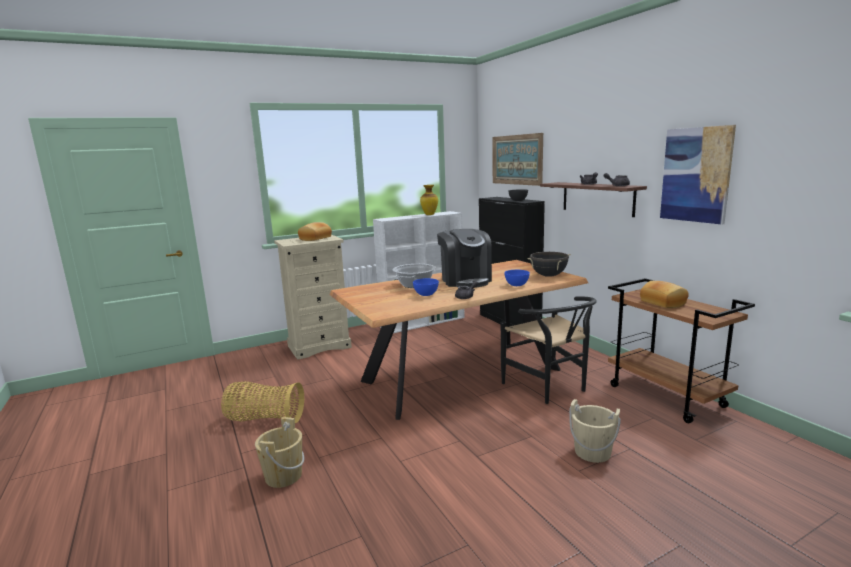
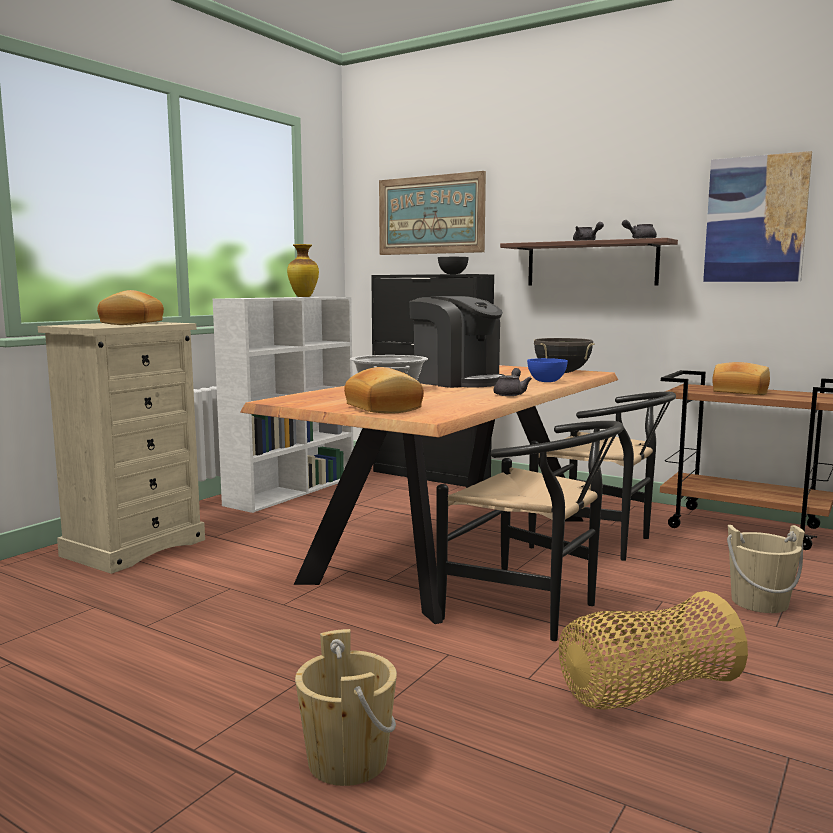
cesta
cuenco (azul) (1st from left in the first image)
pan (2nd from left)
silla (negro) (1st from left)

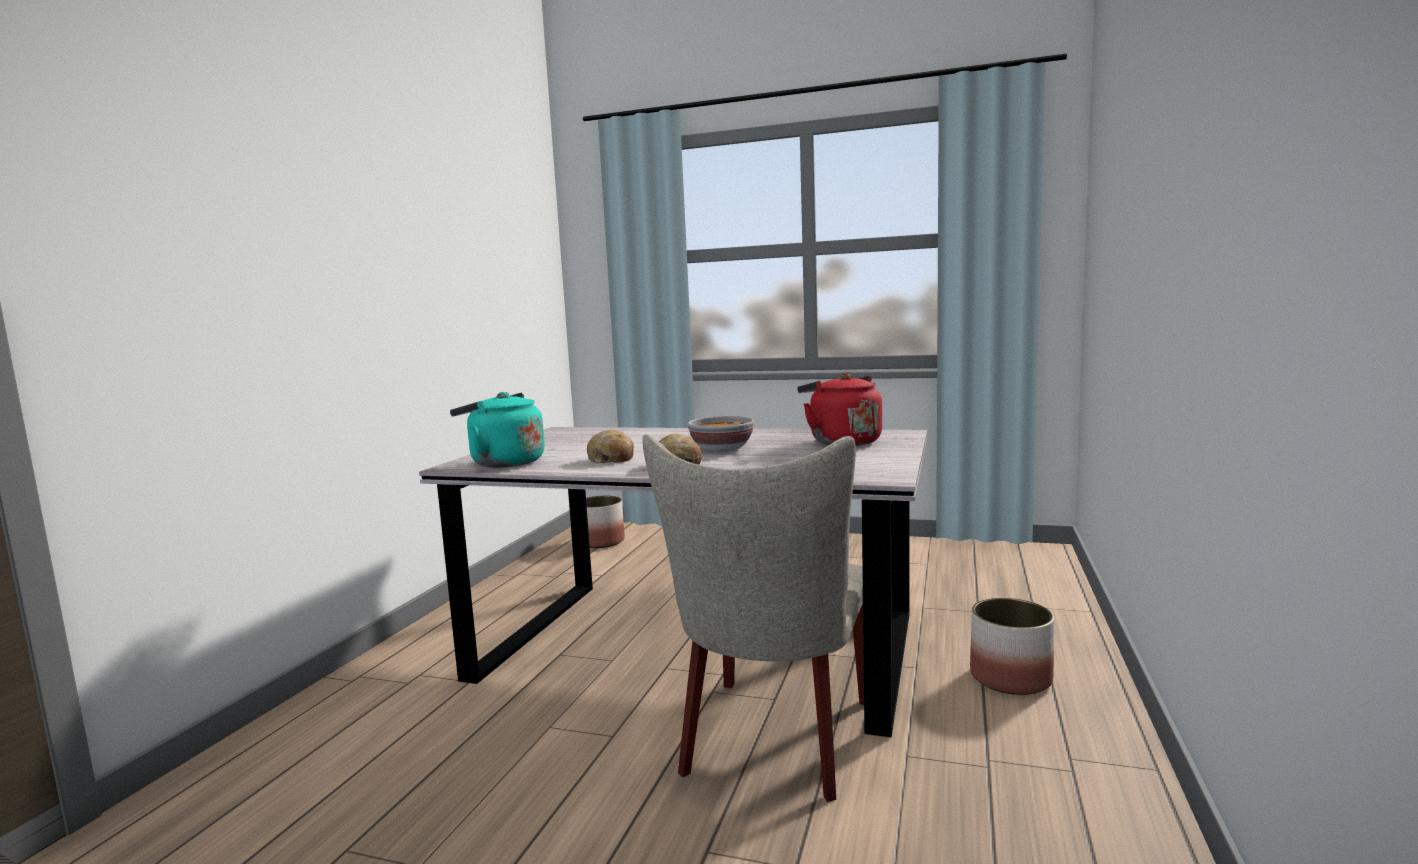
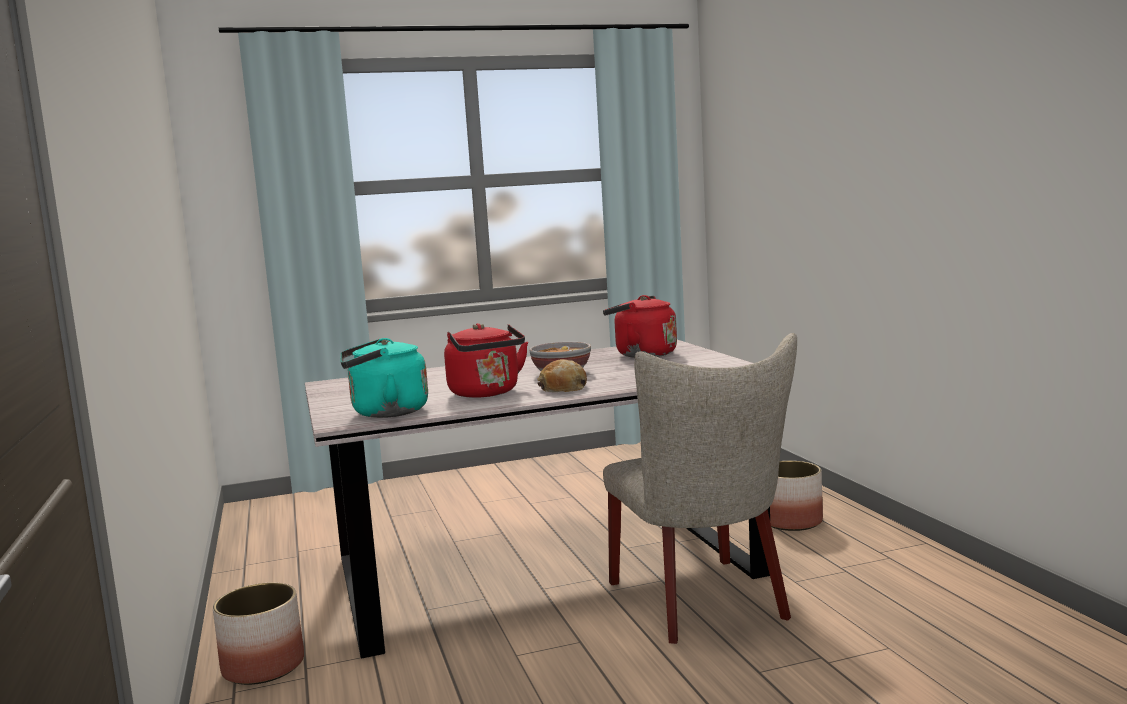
maceta (1st from left)
hervidor (rojo) (1st from left)

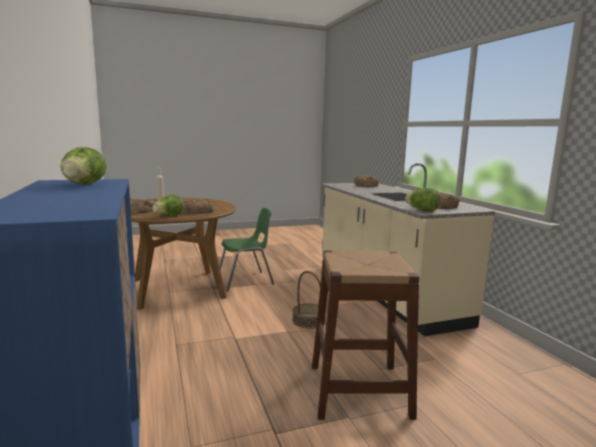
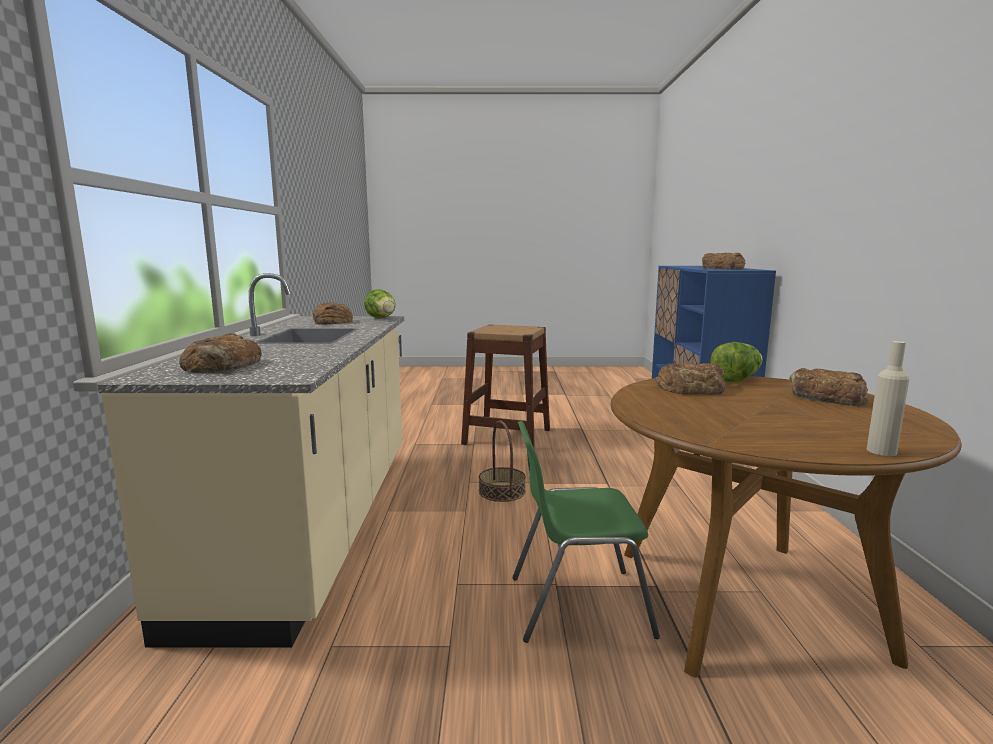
pan (4th from left)

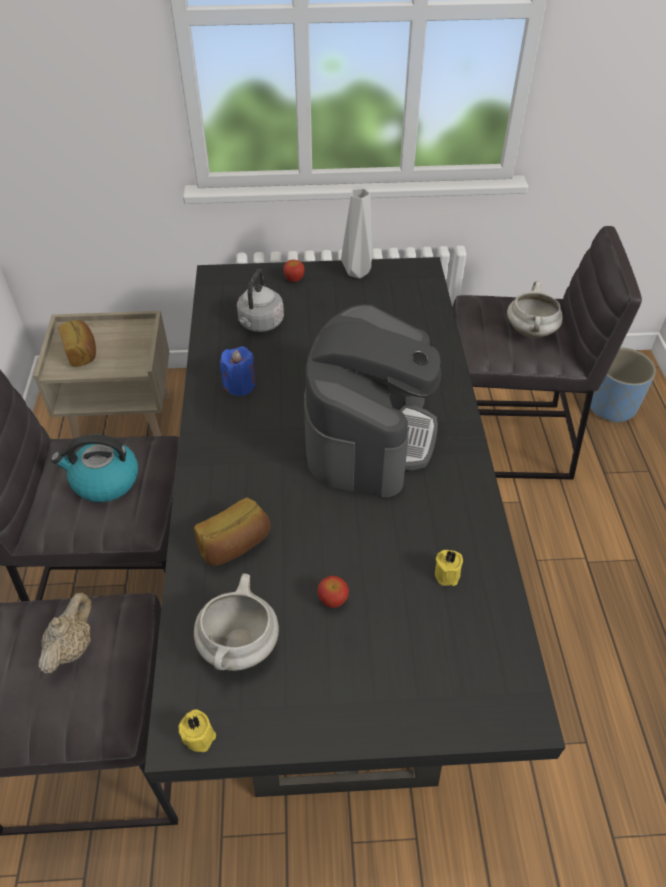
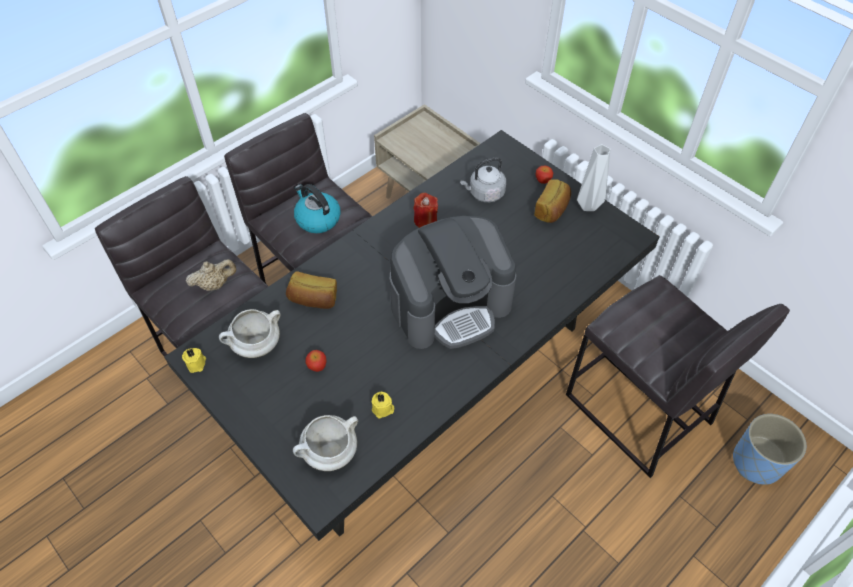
pan (2nd from left)
vela (rojo)
olla (blanco) (2nd from left)

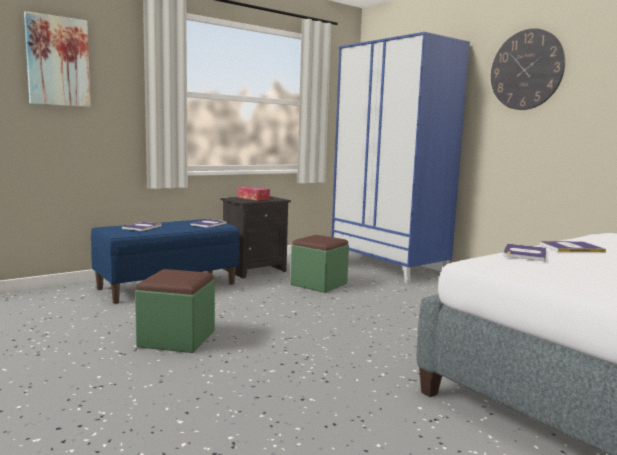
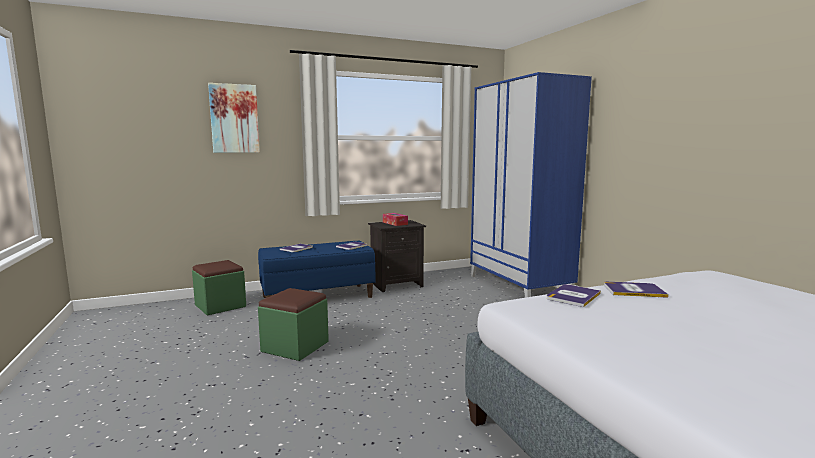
puf (verde) (1st from left)
reloj de pared

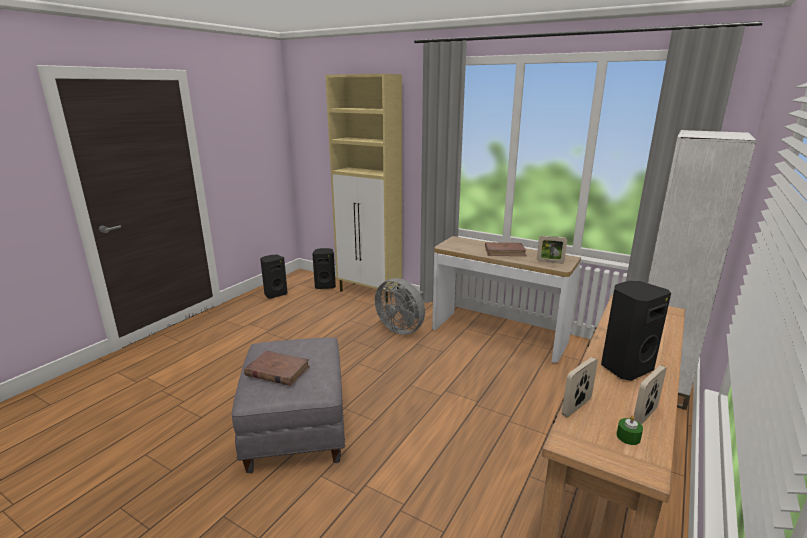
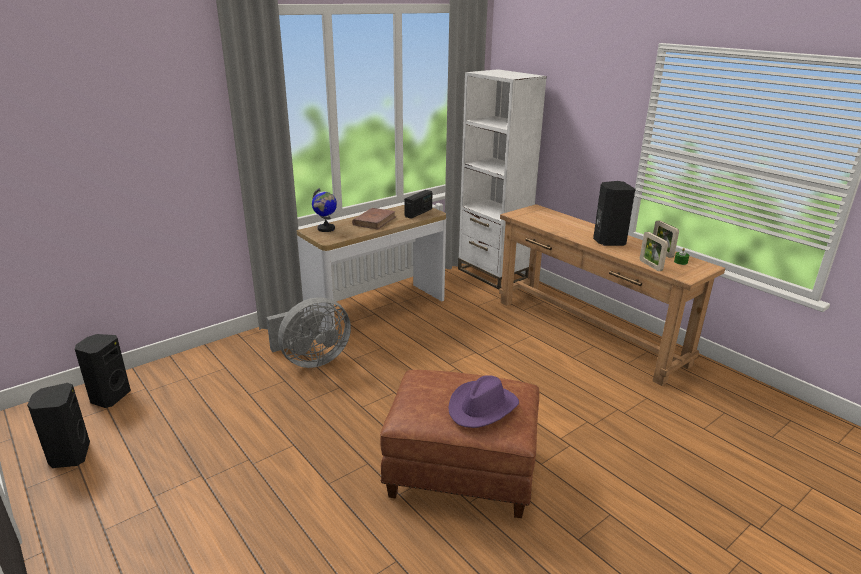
puf (marrón)
sombrero (morado)
armario (beis)
radio
globo terráqueo

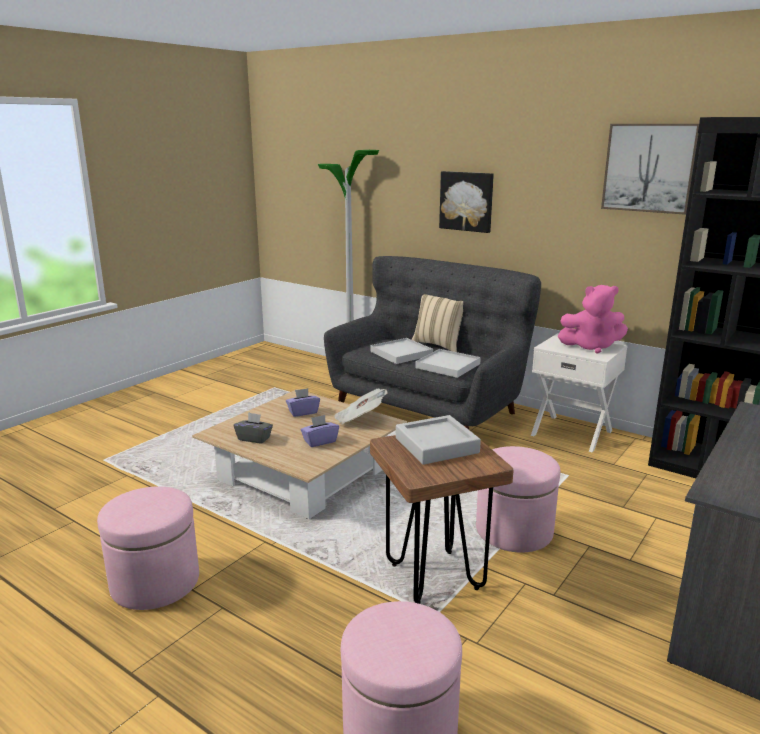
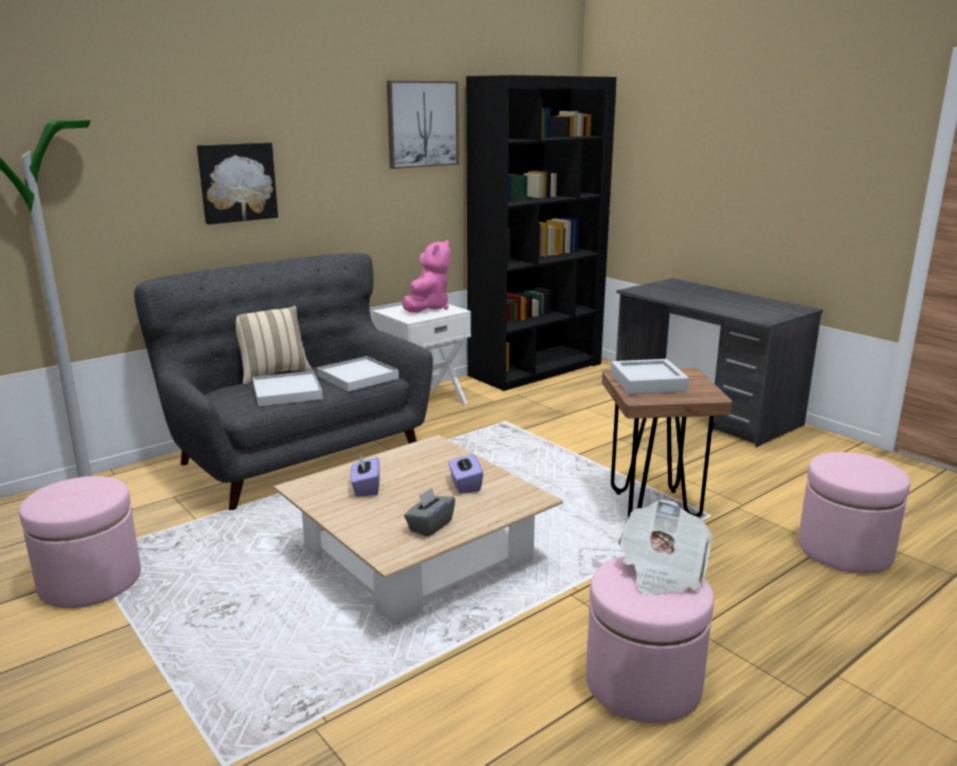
periódico
puf (rosa) (1st from left)

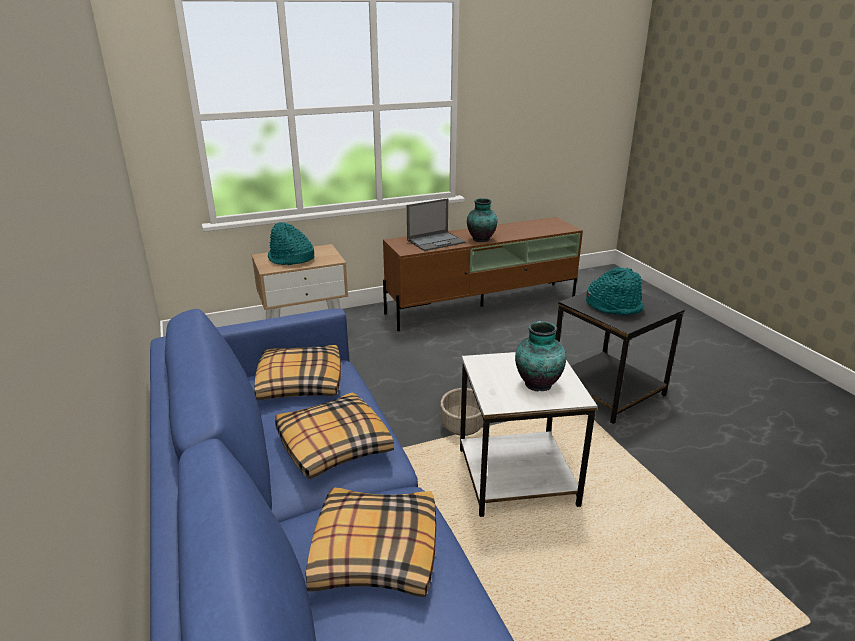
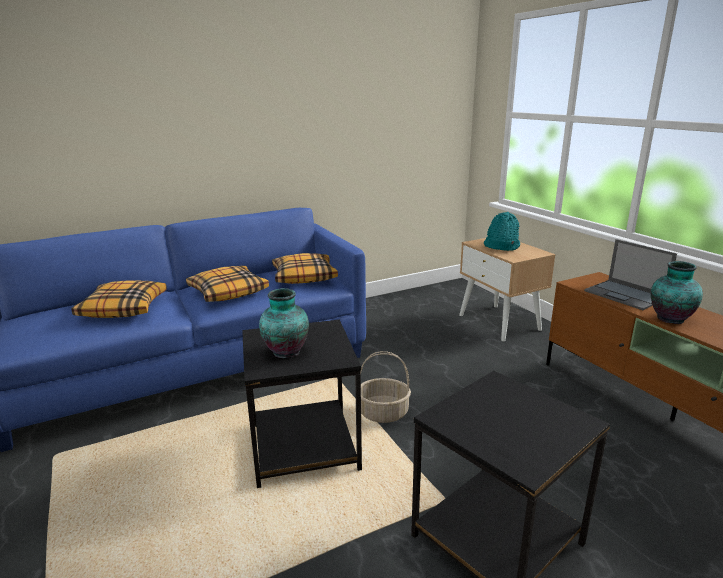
mesa auxiliar (negro) (1st from left)
sombrero (turquesa) (2nd from left in the first image)

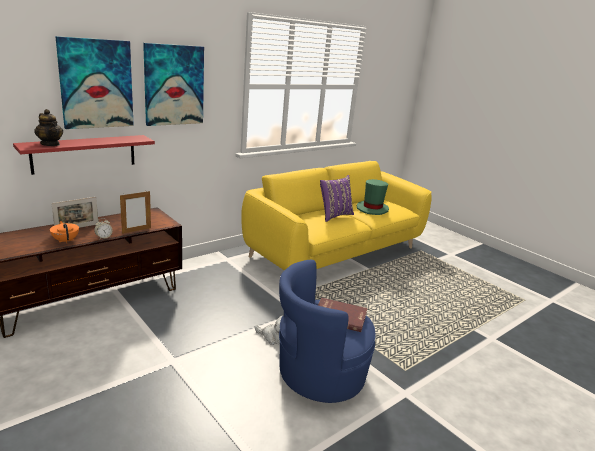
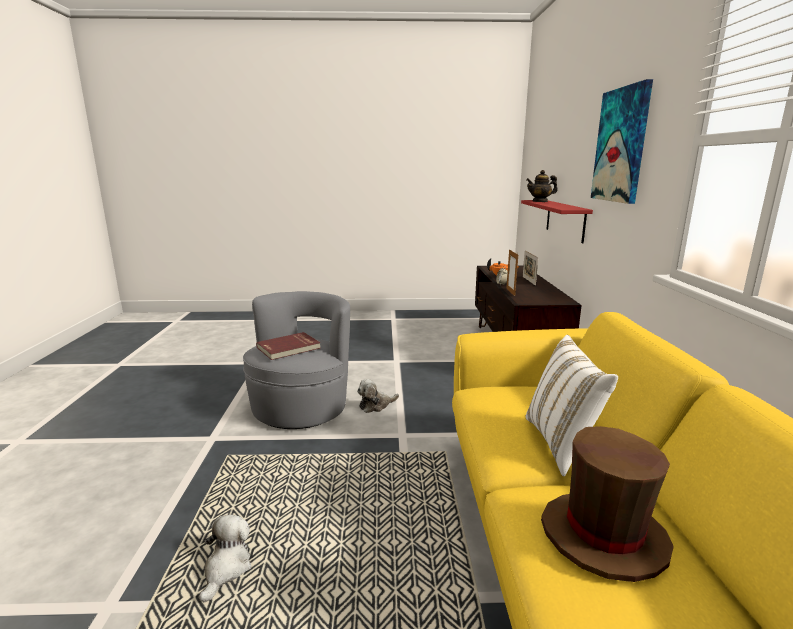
cuadro (1st from left in the first image)
sillón (gris)
cojín (blanco)
sombrero (marrón)
peluche (1st from left)

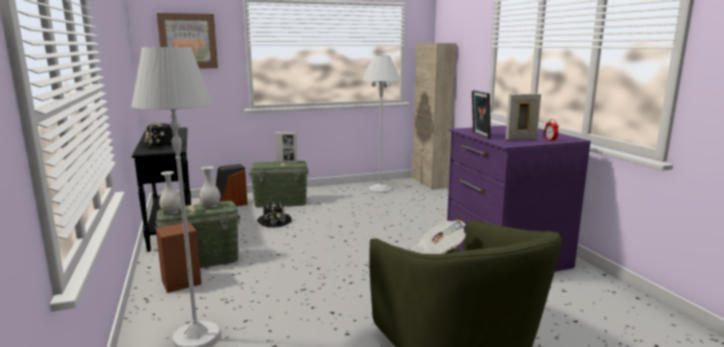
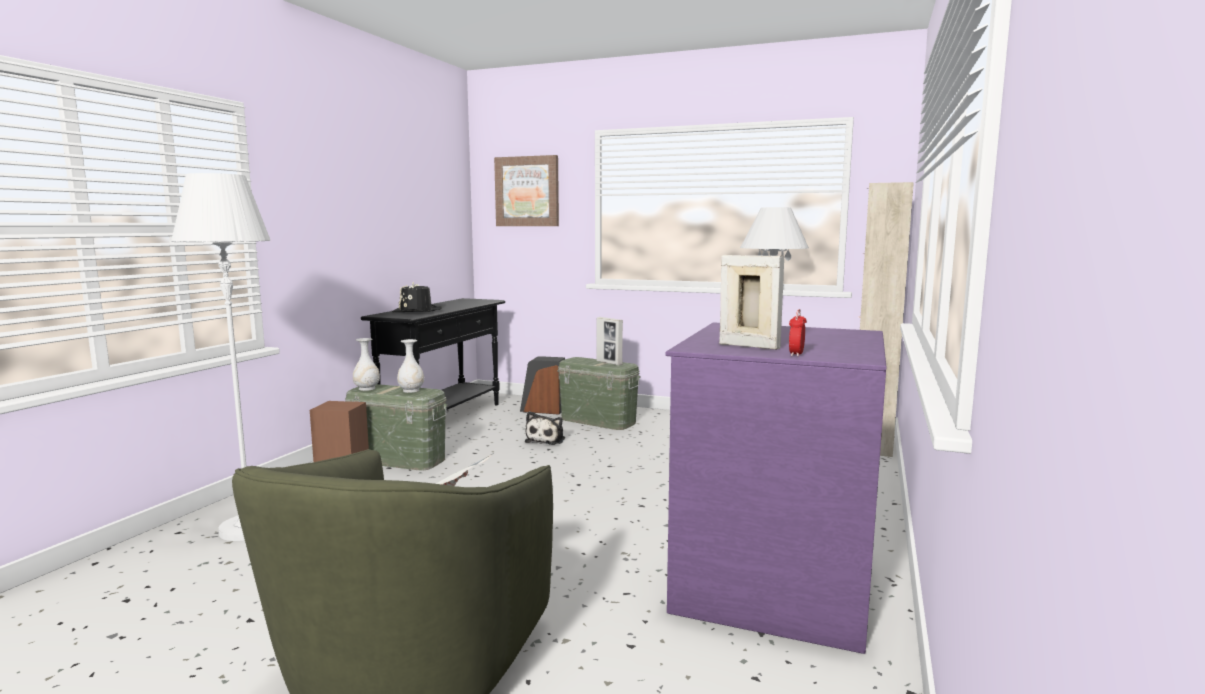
peluche
portarretratos (2nd from left in the first image)

